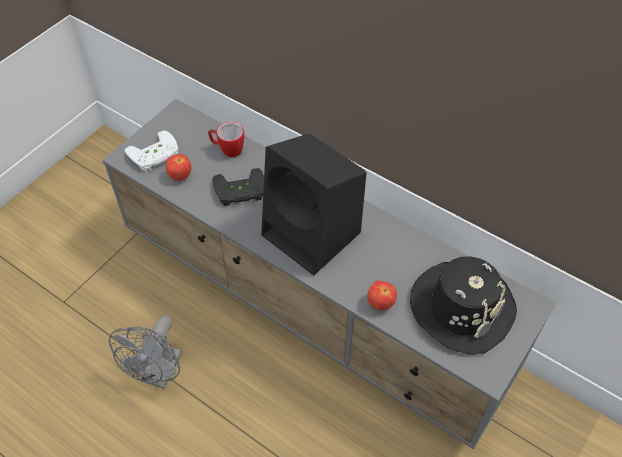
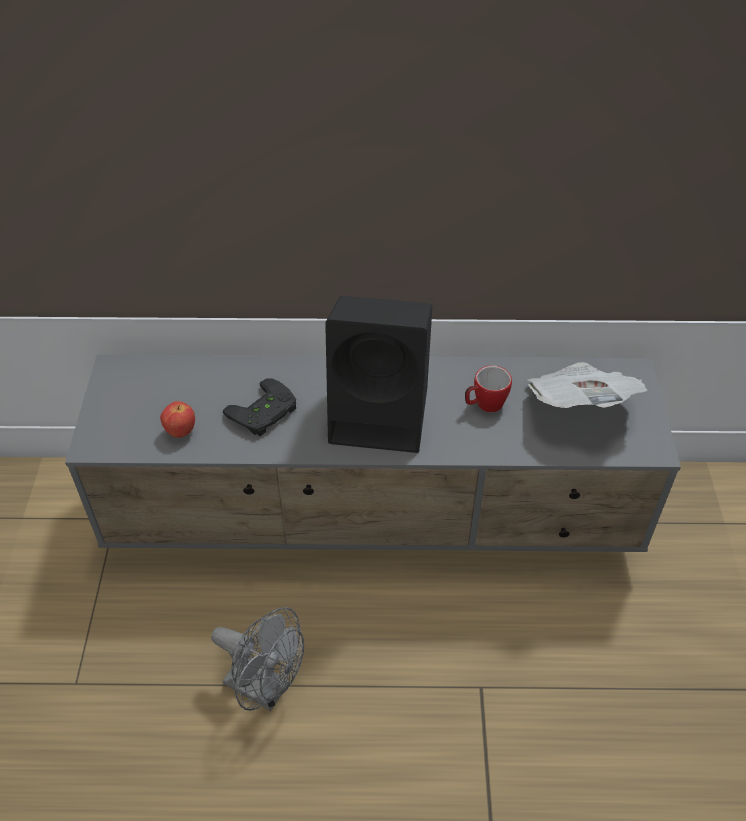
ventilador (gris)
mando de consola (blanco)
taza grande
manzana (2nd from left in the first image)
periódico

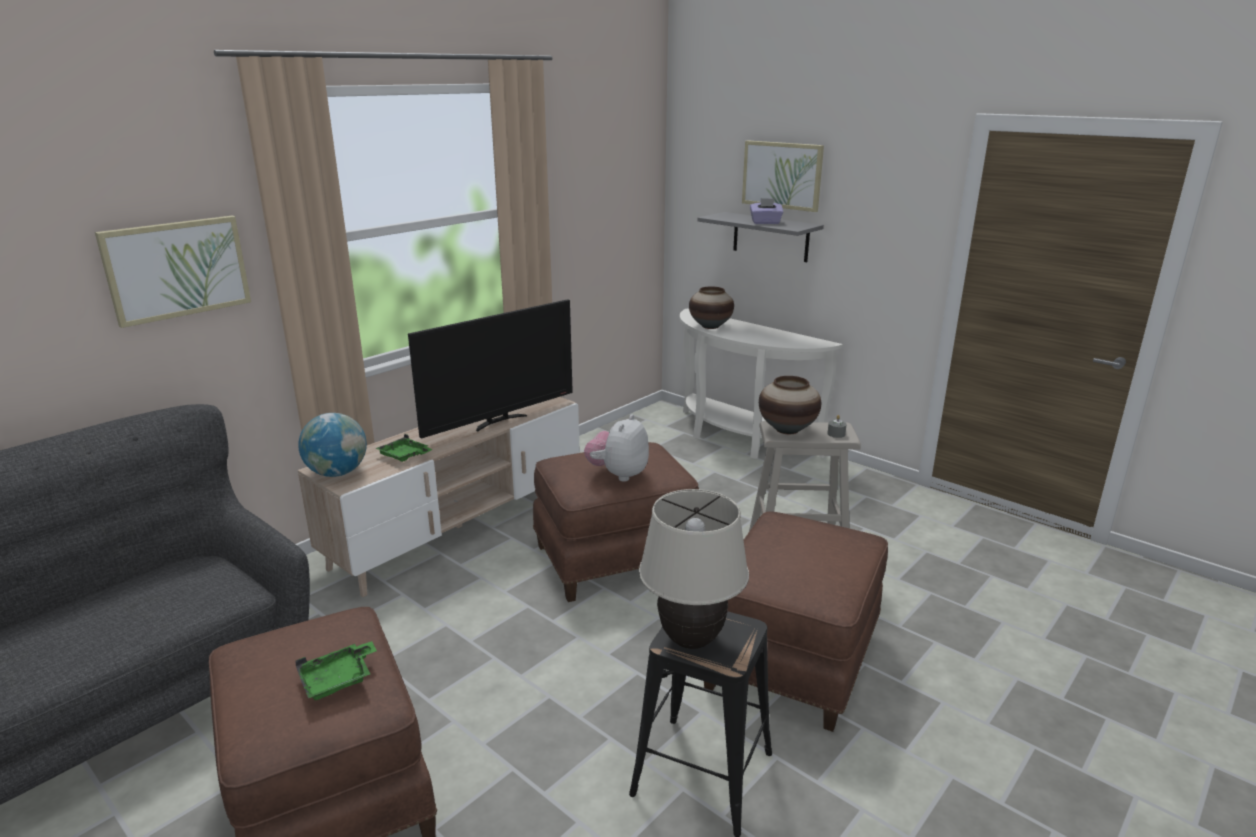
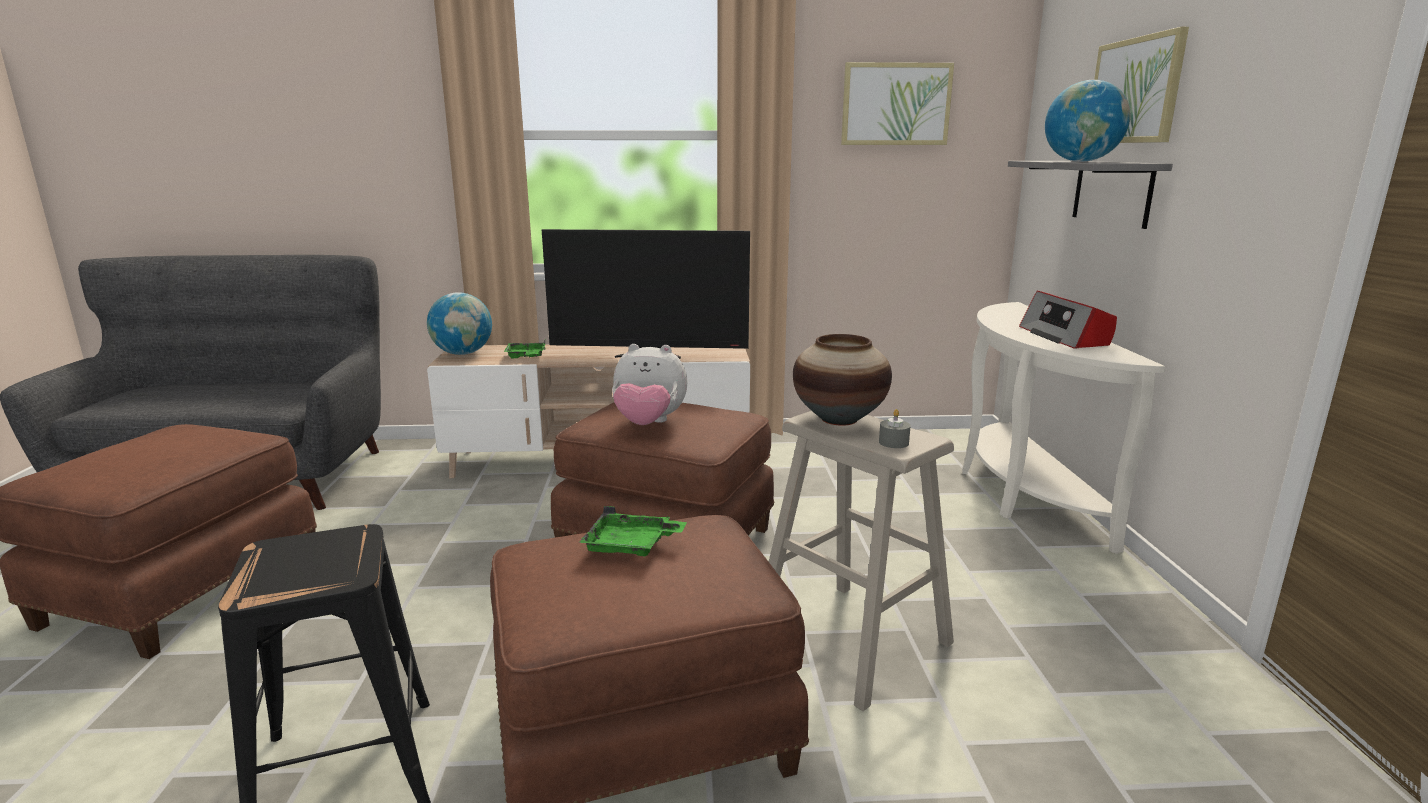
cuadro (1st from left)
bandeja (verde) (2nd from left)
peluche
lámpara de mesa (beis)
florero (1st from left in the first image)
globo terráqueo (2nd from left)
radio

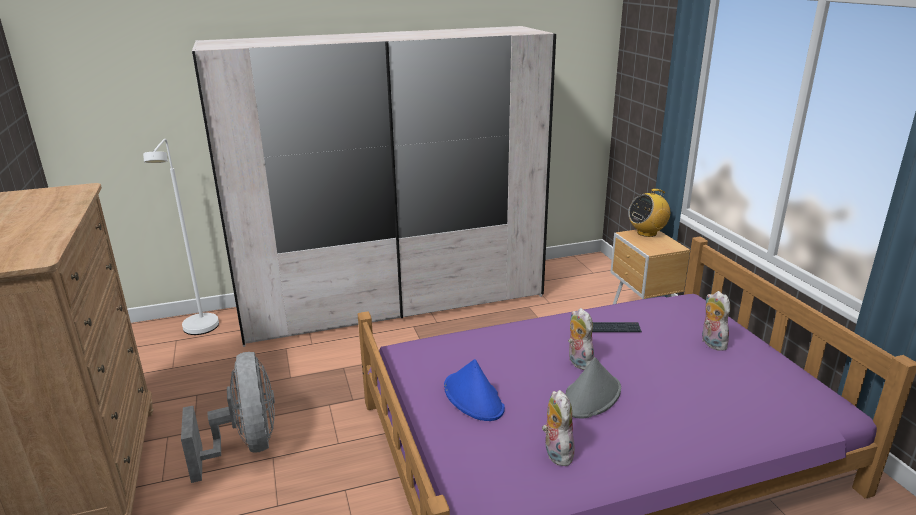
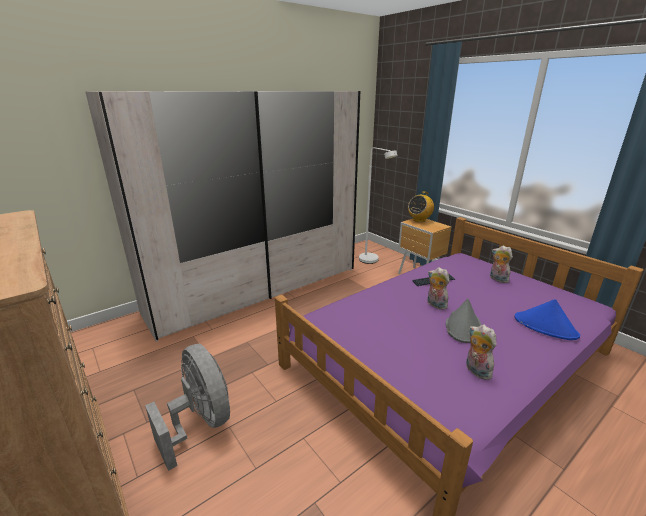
lámpara de pie (blanco)
sombrero (azul)

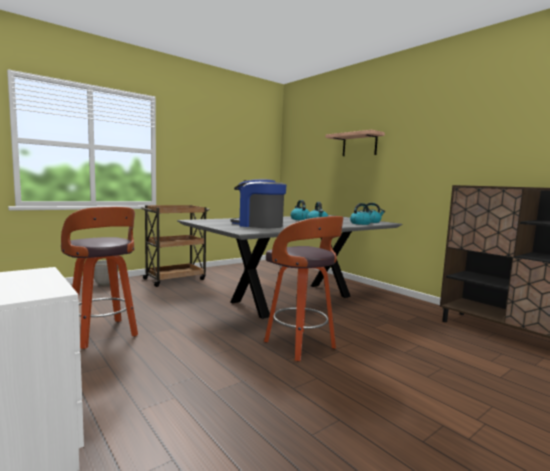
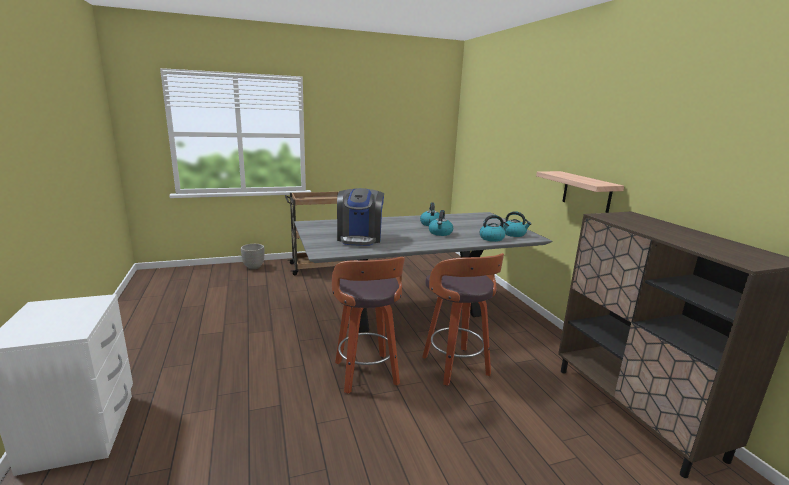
taburete (2nd from left)
cafetera
estante

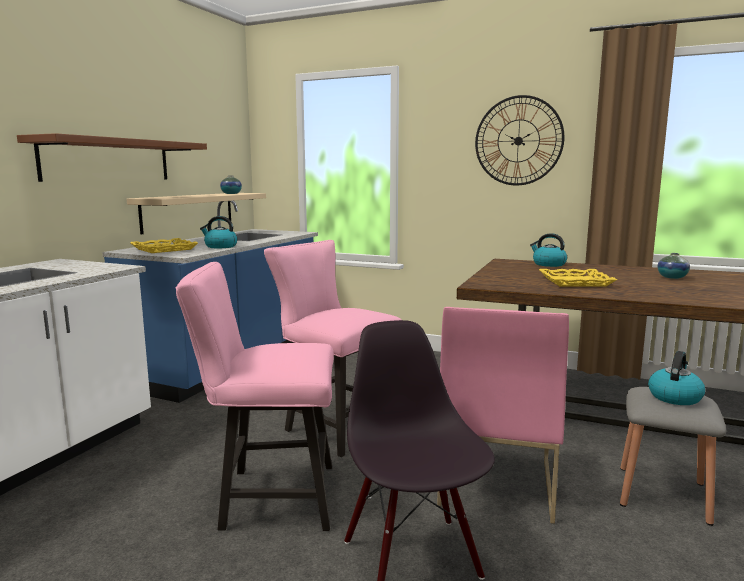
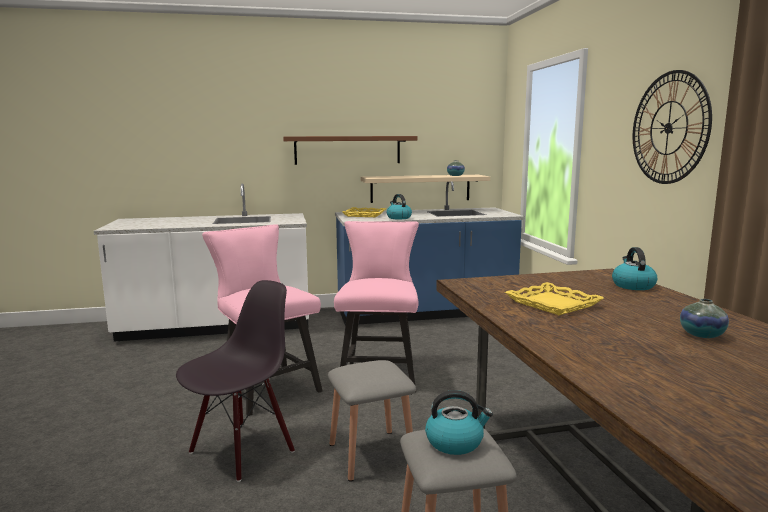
taburete (gris) (1st from left)

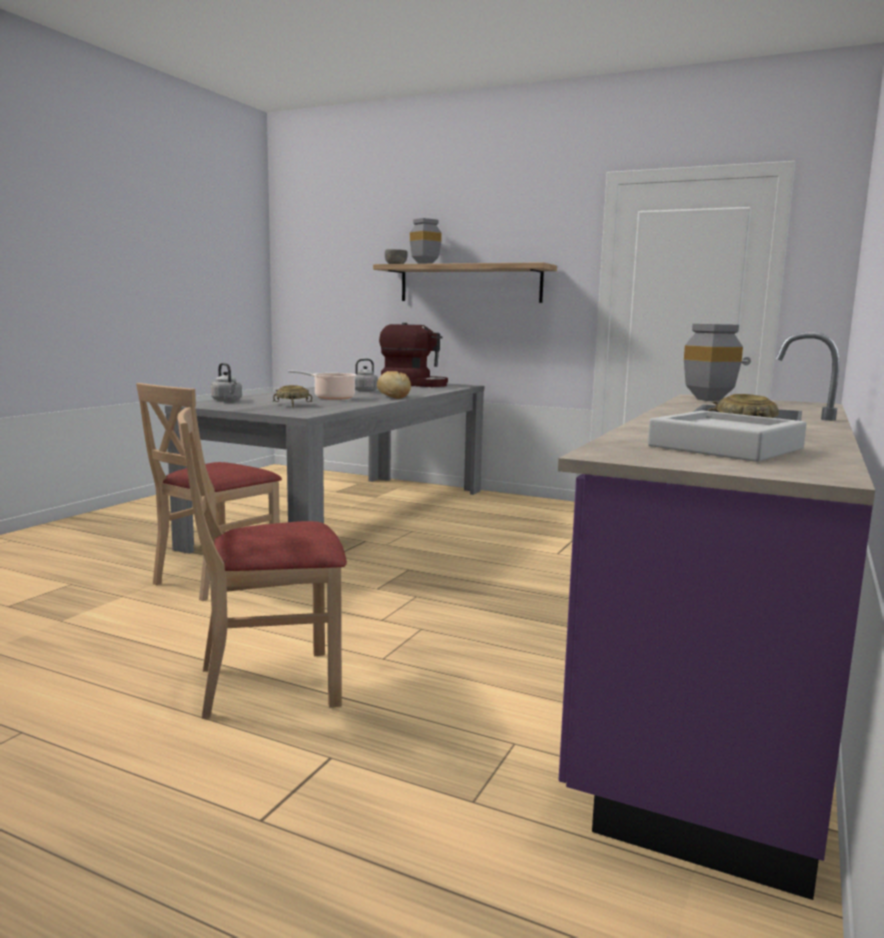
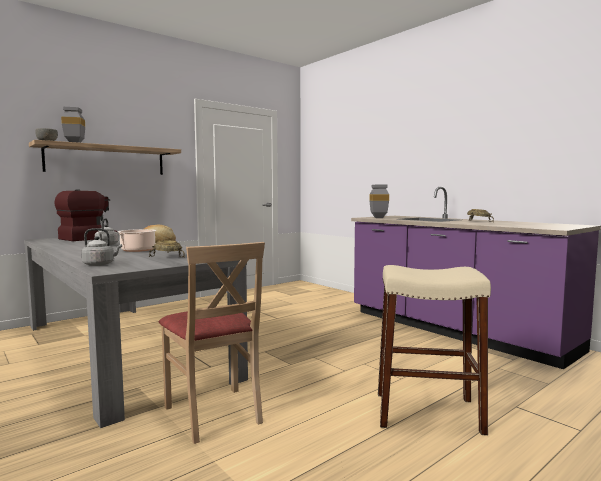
taburete (beis)
bandeja (gris)

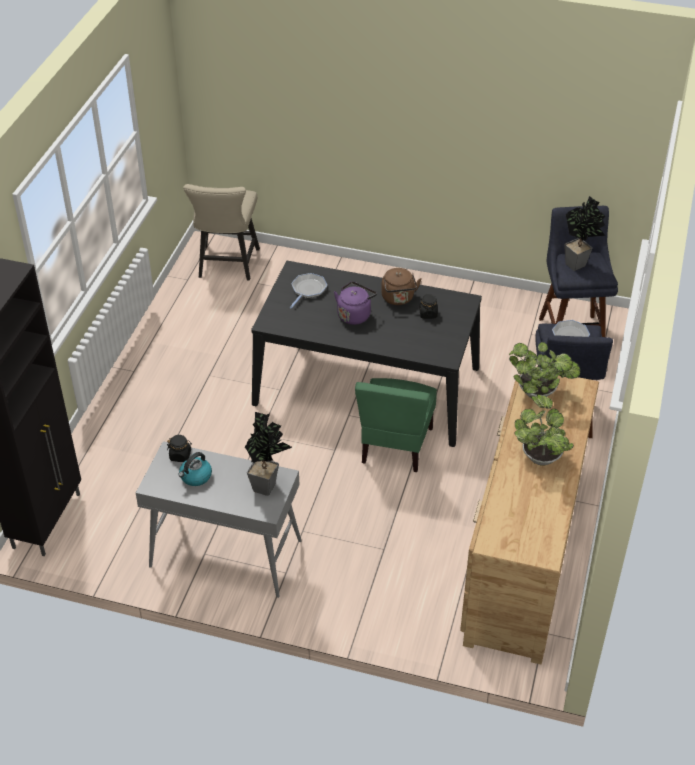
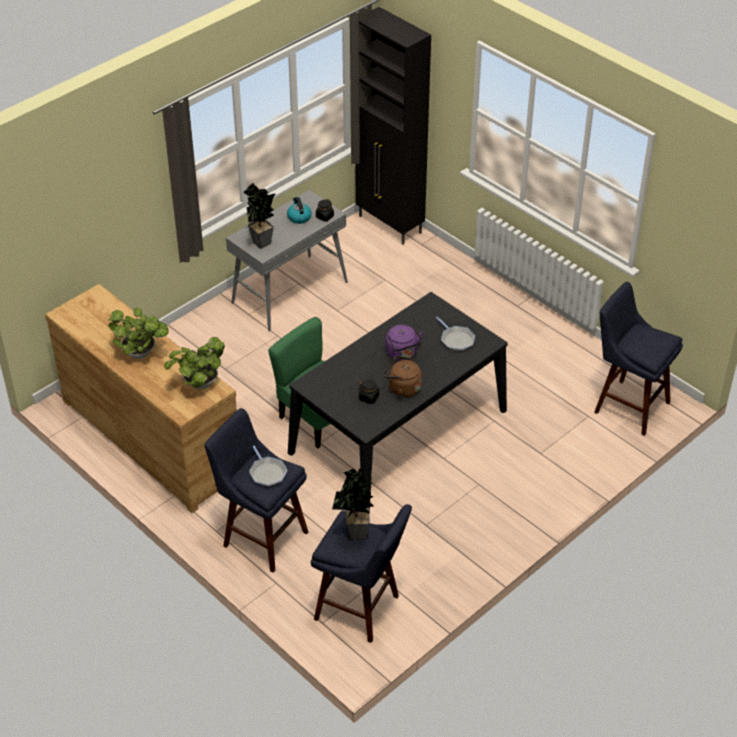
taburete (azul) (3rd from left)

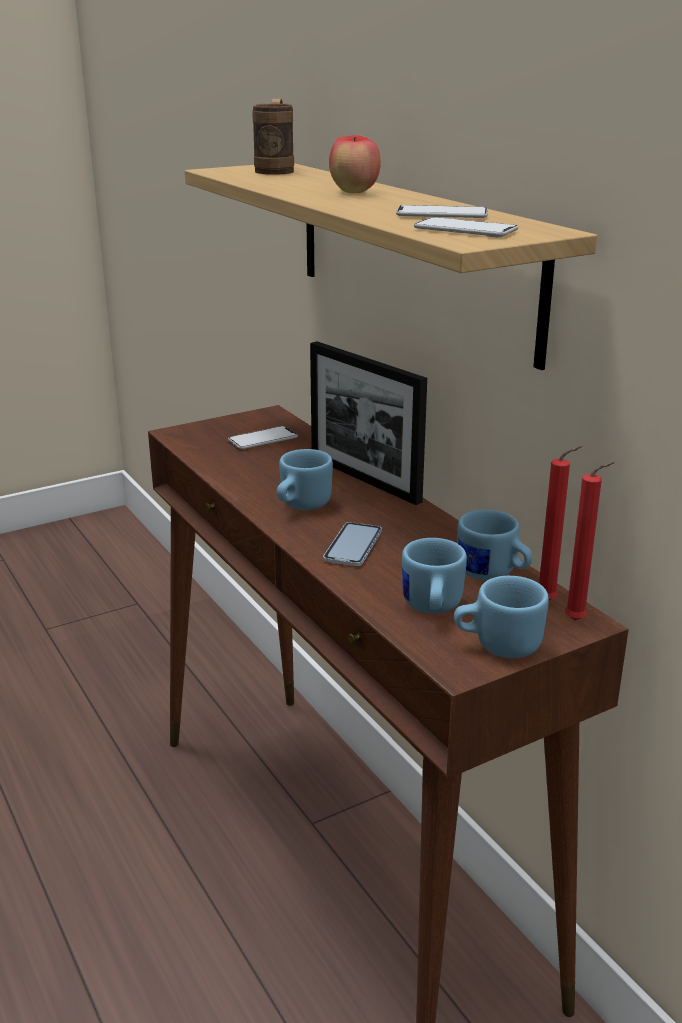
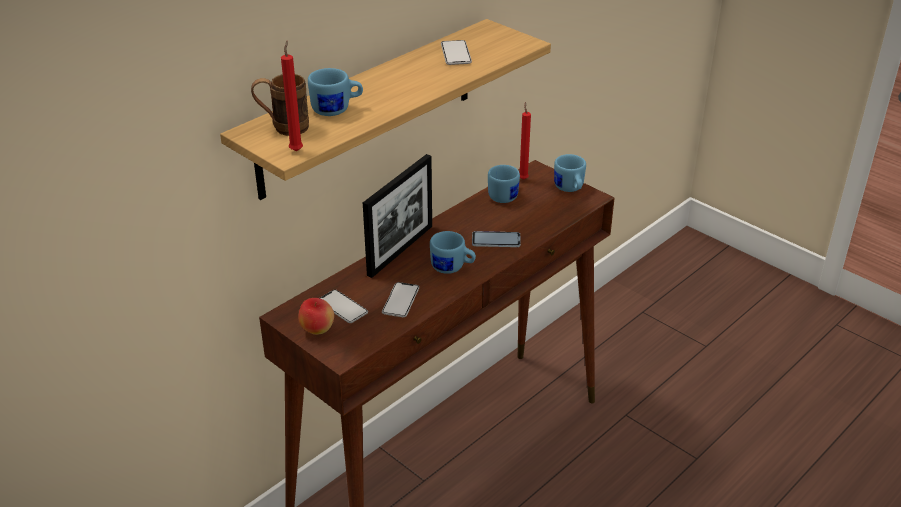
manzana
taza grande (azul) (1st from left)
móvil (2nd from left)
vela (rojo) (1st from left)

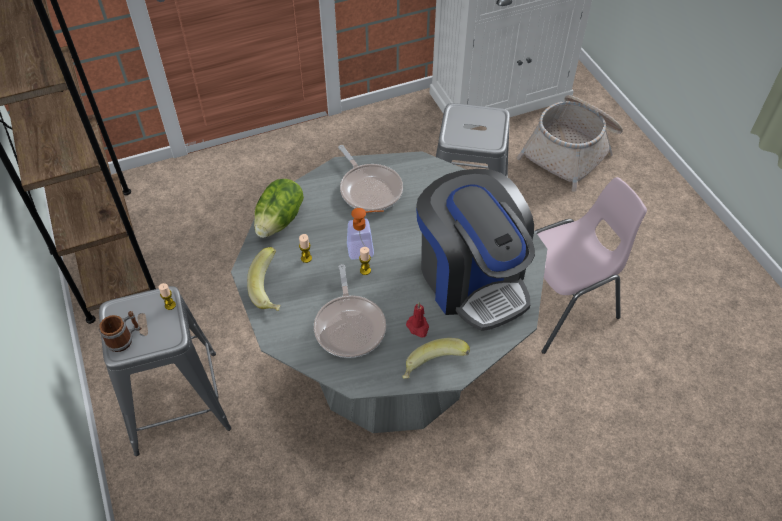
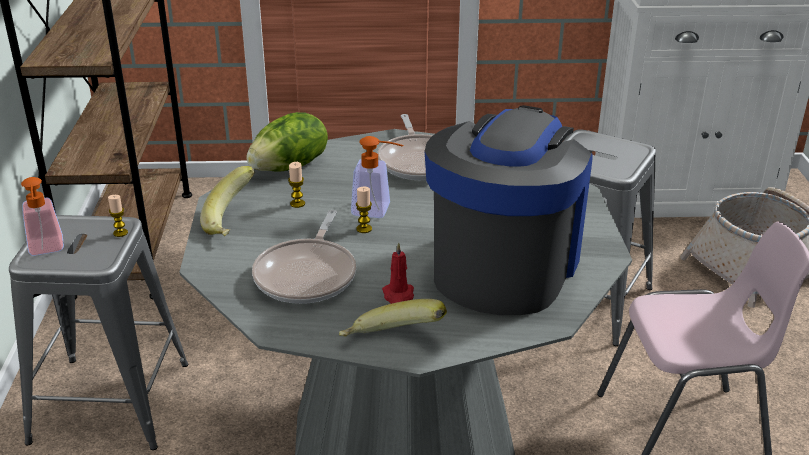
dispensador de jabón (1st from left)
cafetera

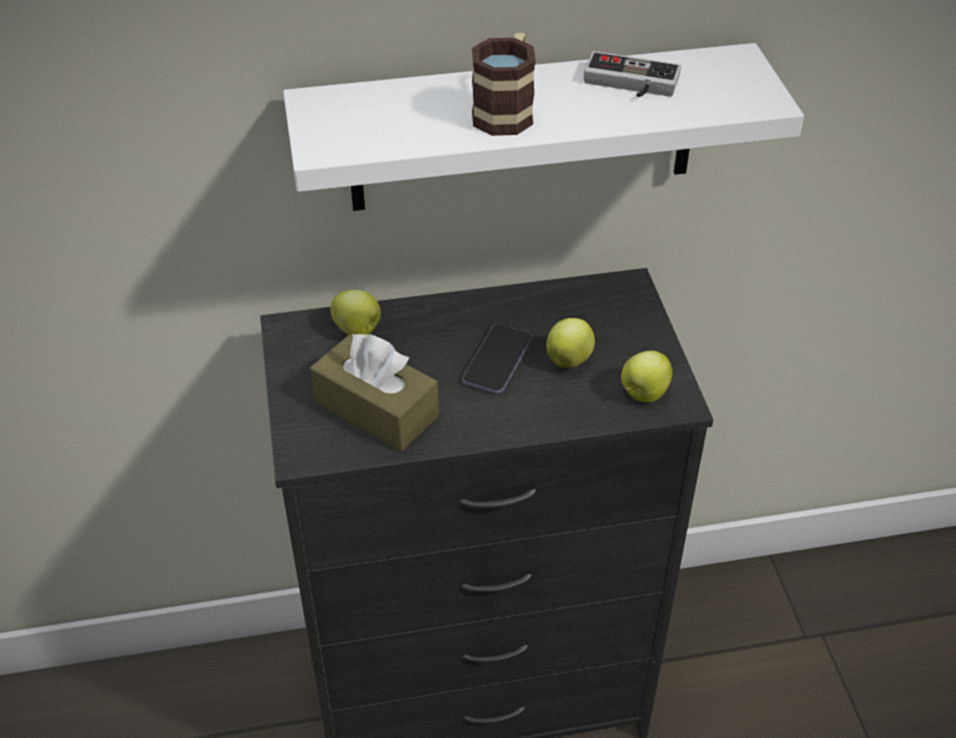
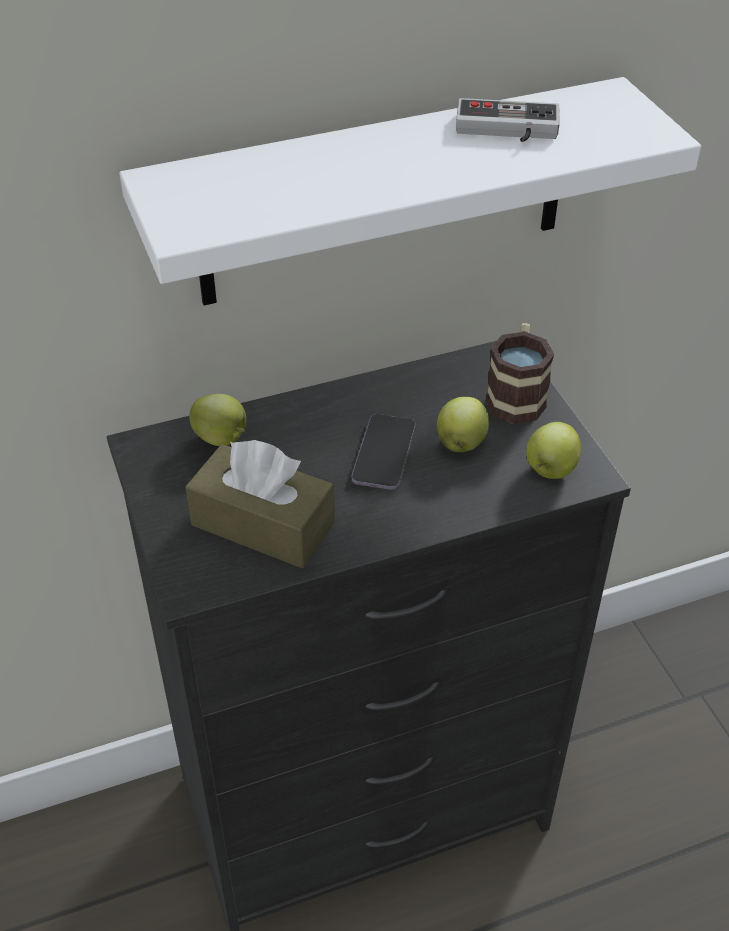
taza grande

